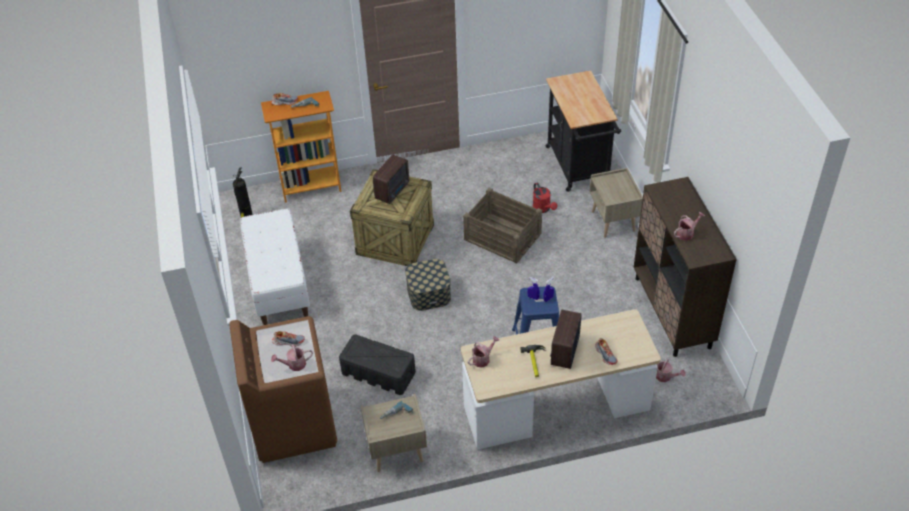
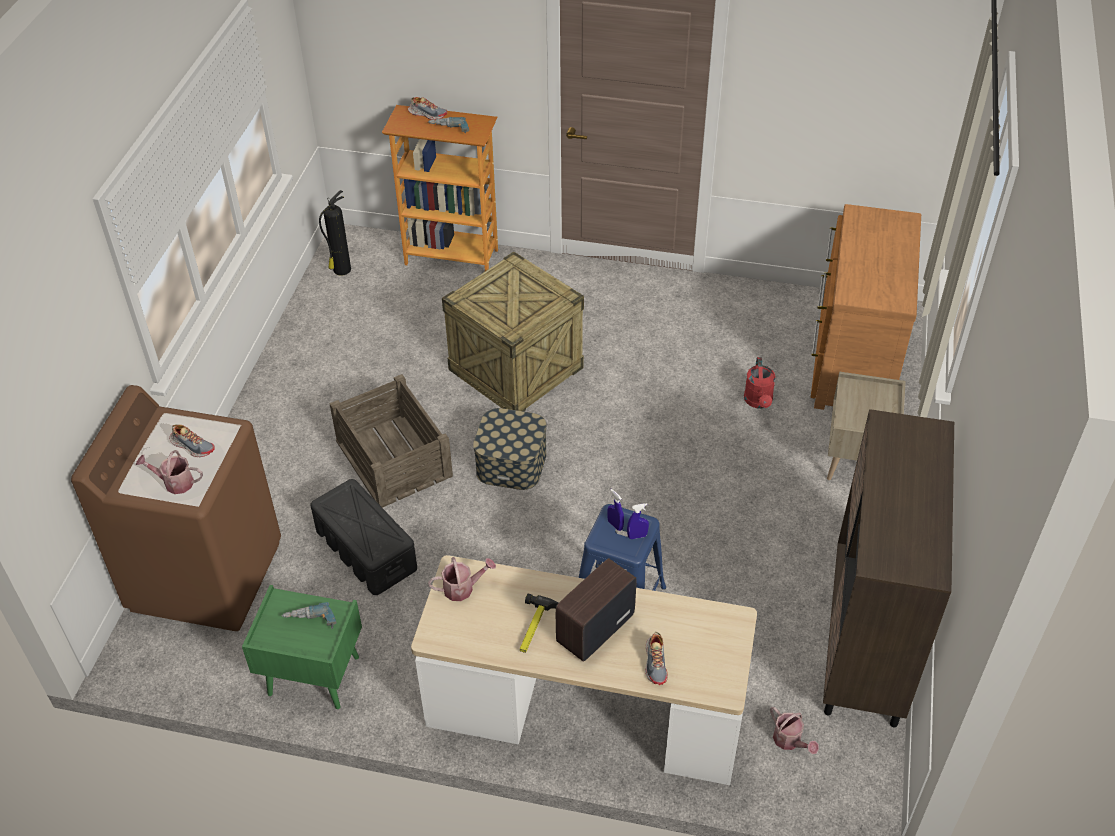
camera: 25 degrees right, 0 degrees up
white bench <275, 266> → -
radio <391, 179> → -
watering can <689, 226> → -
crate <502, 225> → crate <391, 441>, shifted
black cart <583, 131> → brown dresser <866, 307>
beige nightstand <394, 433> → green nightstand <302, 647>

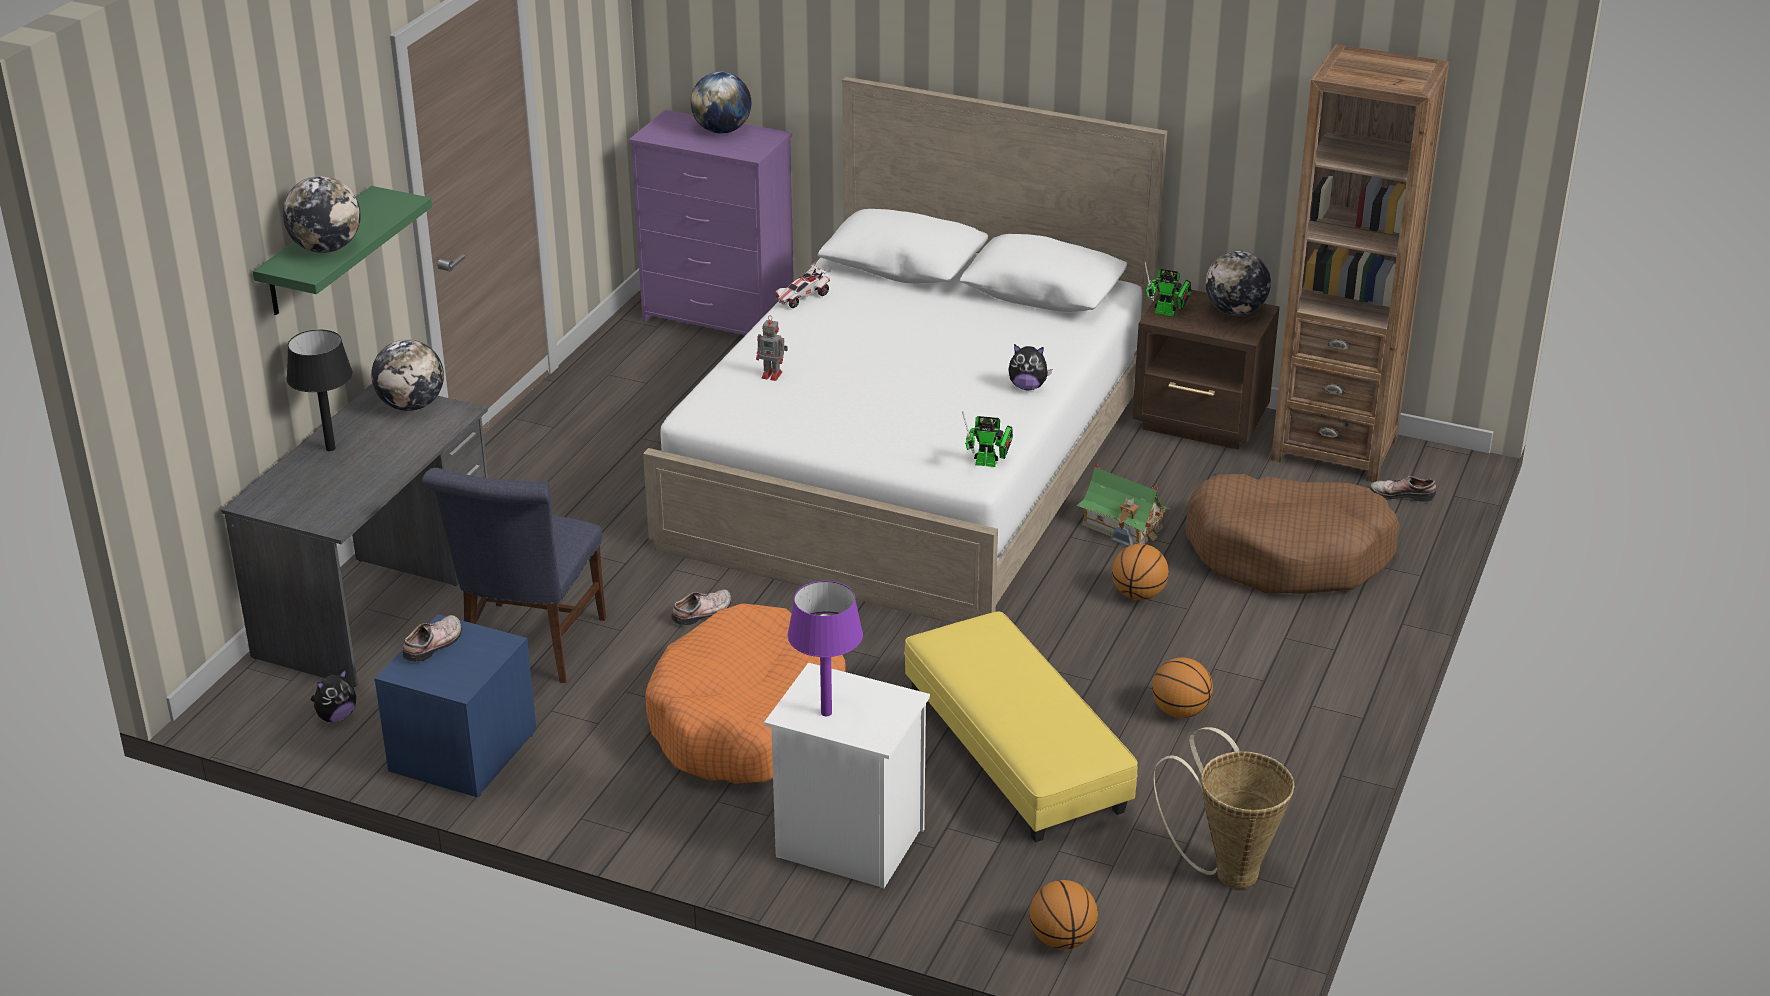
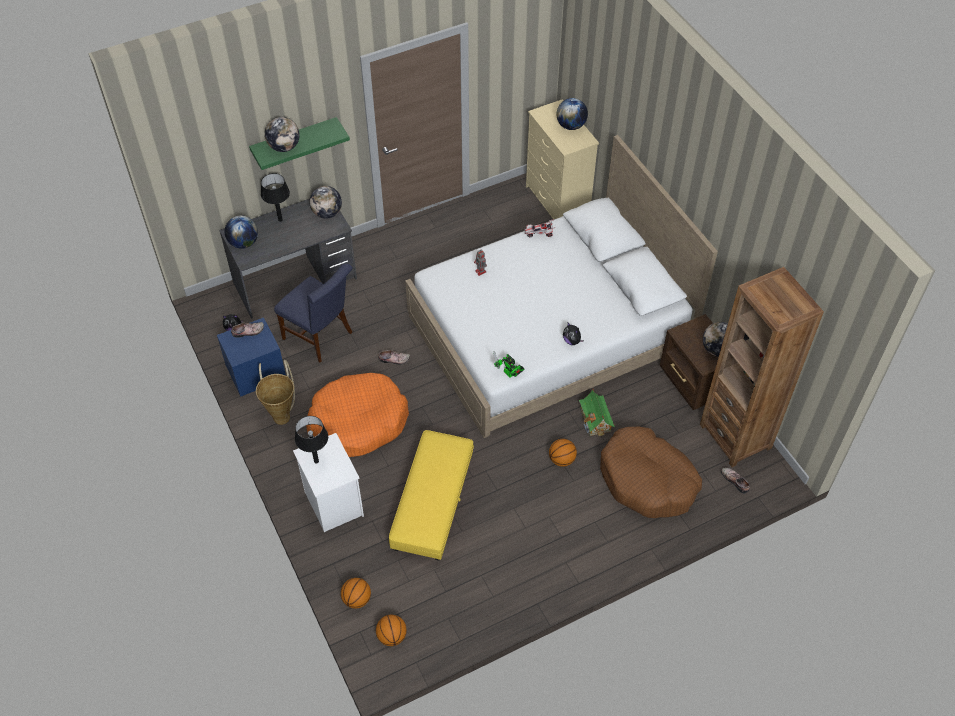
camera: 40 degrees right, 20 degrees up
toy robot <1167, 288> → -
- → globe <241, 232>
basketball <1182, 687> → basketball <391, 630>, shifted
basket <1223, 808> → basket <275, 392>, shifted
purple dresser <711, 222> → beige dresser <562, 159>
purple table lamp <825, 648> → black table lamp <311, 440>
blue chair <514, 575> → blue chair <313, 313>, 105 degrees counterclockwise

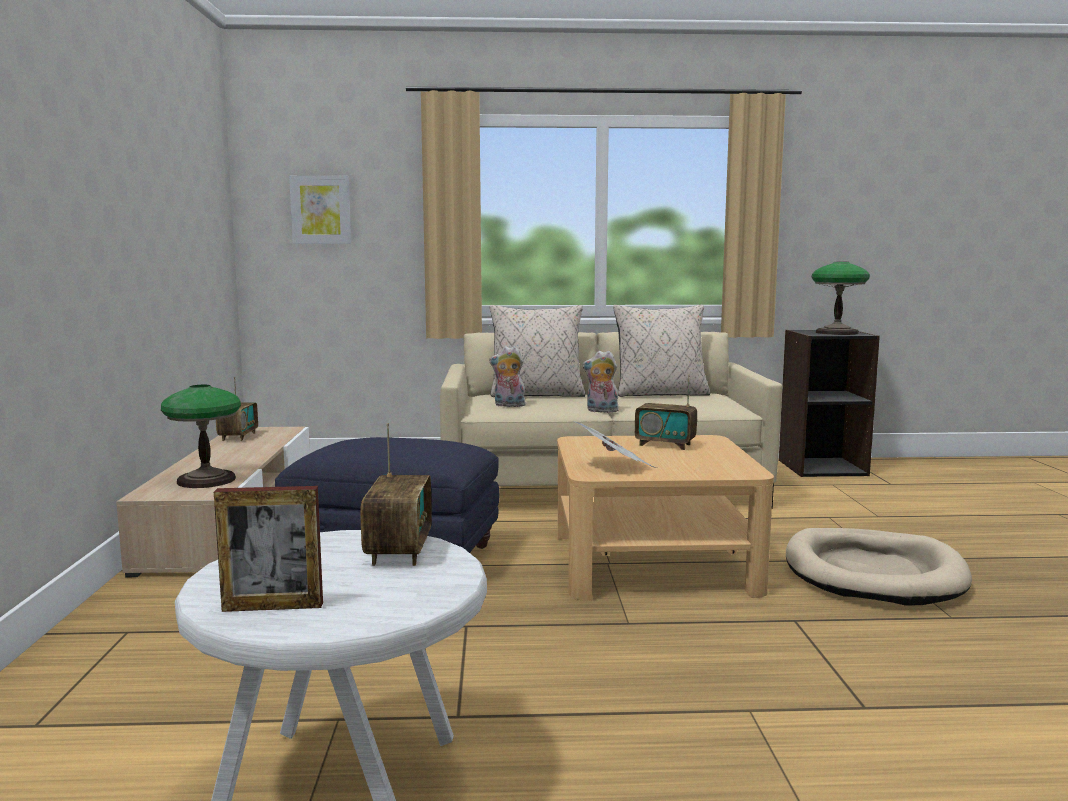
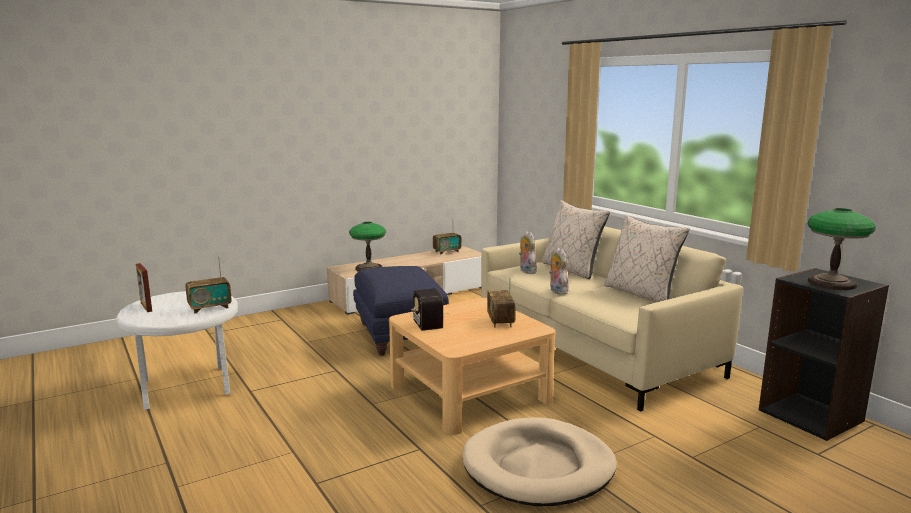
camera: 60 degrees right, 5 degrees up
picture <320, 210> → -
newspaper <615, 444> → radio <426, 309>

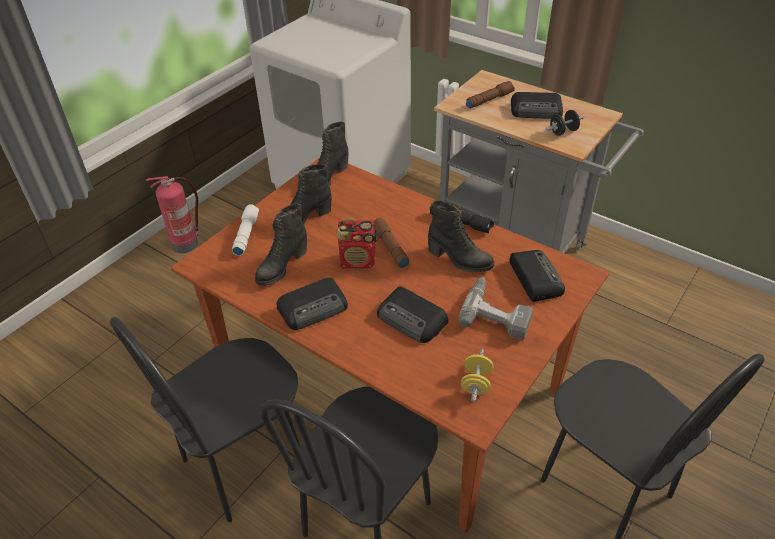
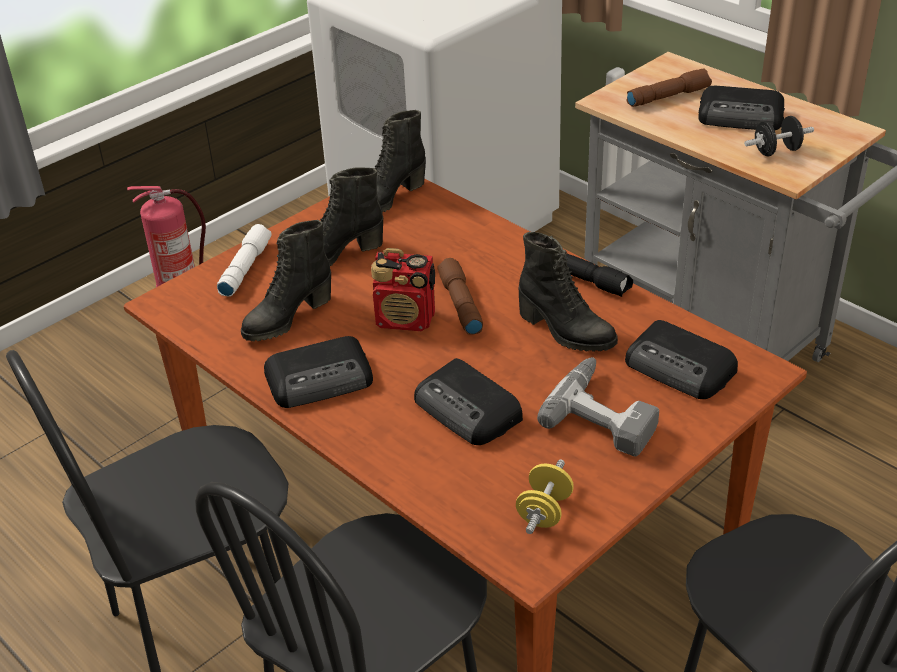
camera: 10 degrees right, 5 degrees down
radio <537, 276> → radio <681, 359>, 135 degrees clockwise

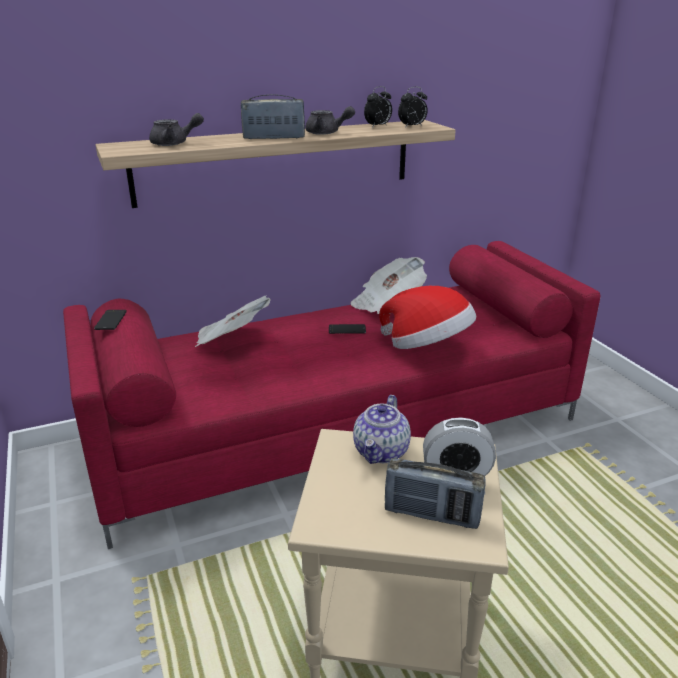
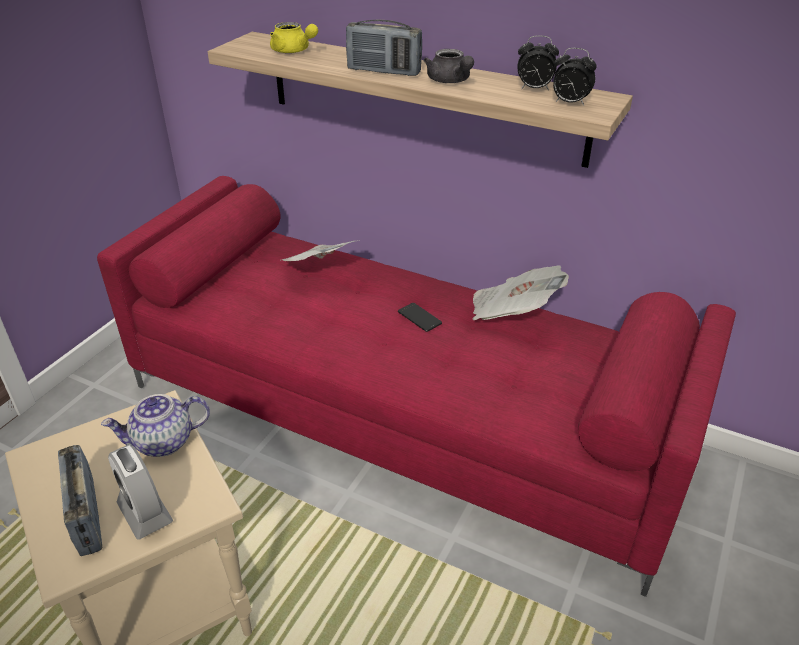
camera: 50 degrees right, 10 degrees up
phone <110, 320> → -
hat <427, 317> → -
grey teapot <176, 129> → yellow teapot <294, 37>
radio <273, 116> → radio <384, 47>, 150 degrees clockwise

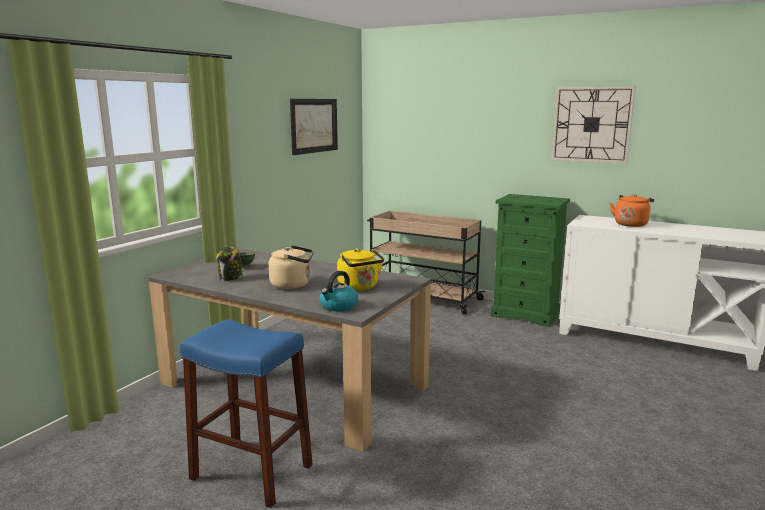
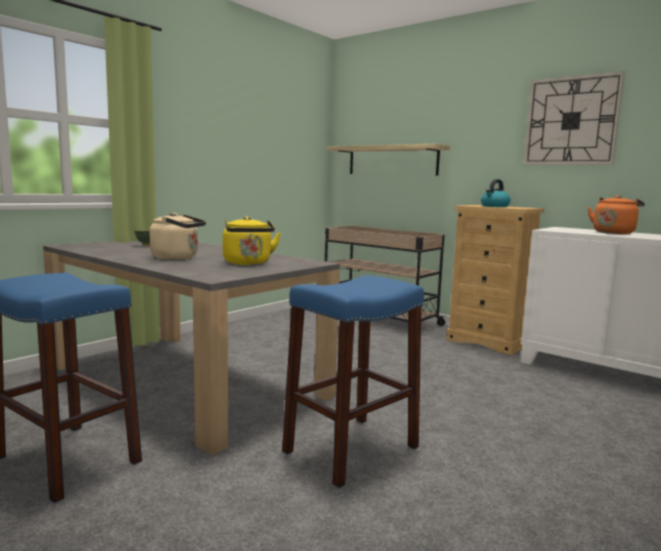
camera: 10 degrees right, 5 degrees down
jar <229, 264> → -
picture <314, 127> → -
- → blue stool <353, 381>
- → shelf <388, 159>
kettle <339, 291> → kettle <496, 193>, shifted
green dresser <530, 260> → beige dresser <495, 280>

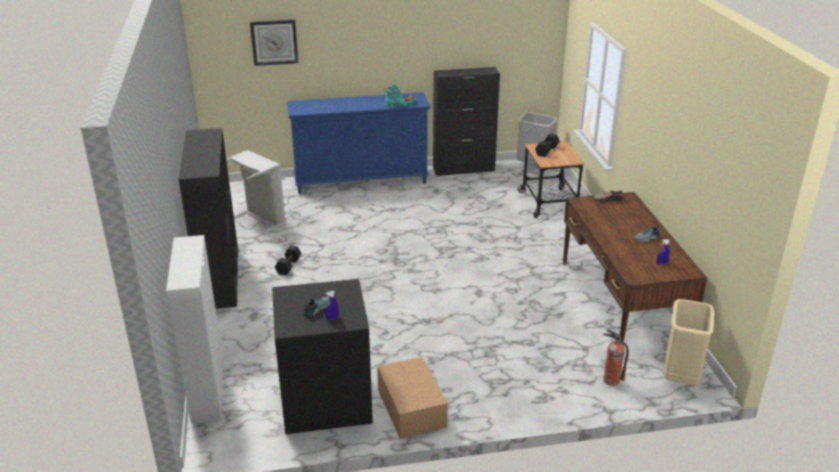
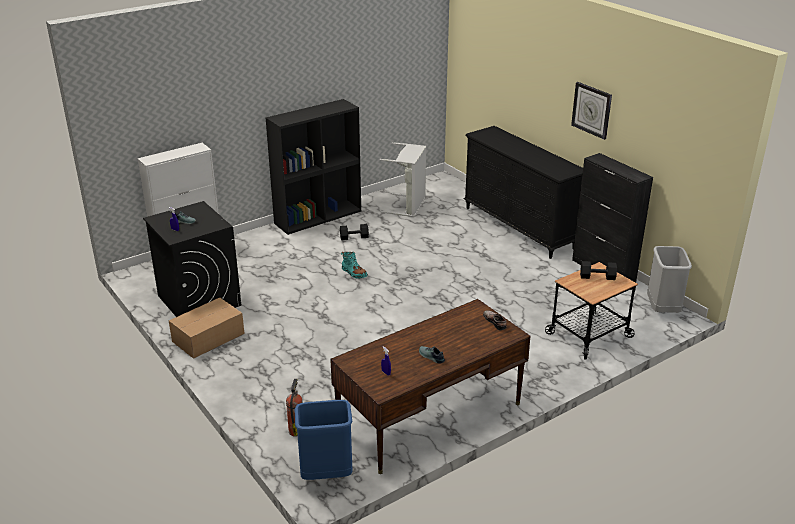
camera: 65 degrees right, 0 degrees up
wall clock <274, 42> → wall clock <591, 111>, shifted
turquoise boot <400, 96> → turquoise boot <354, 265>, shifted
blue dresser <358, 143> → black dresser <523, 192>
beige trash can <688, 342> → blue trash can <324, 440>

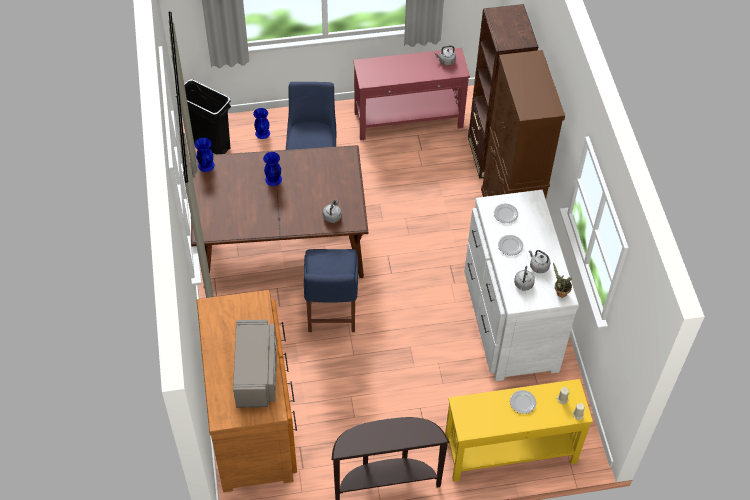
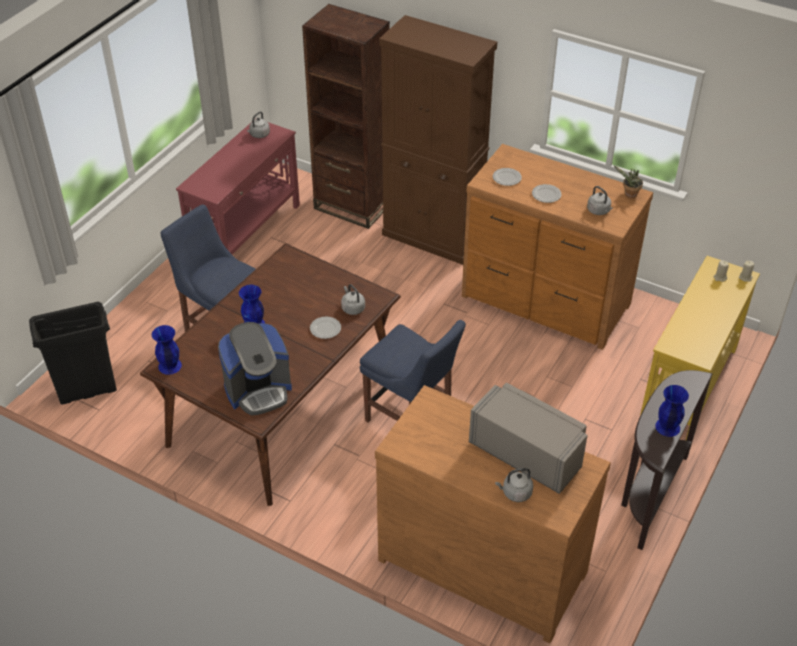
camera: 50 degrees left, 10 degrees down
- → coffee machine <255, 369>
blue vase <261, 123> → blue vase <672, 411>, shifted
plate <523, 402> → plate <325, 328>, shifted
grey kettle <540, 261> → grey kettle <514, 485>, shifted
white dresser <521, 285> → brown dresser <557, 247>

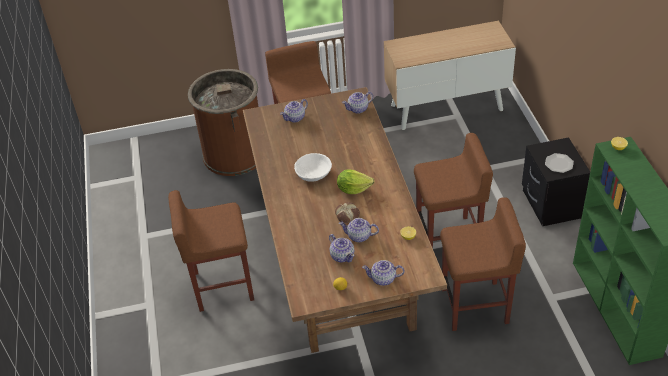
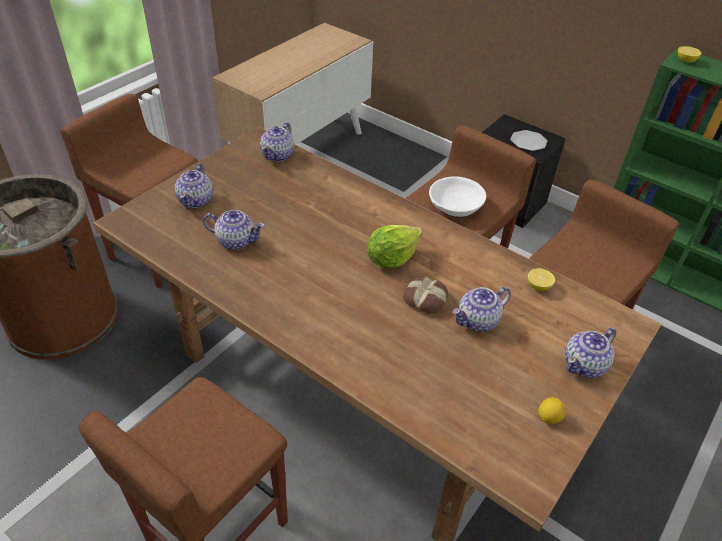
camera: 45 degrees left, 0 degrees up
white bowl <313, 167> → white bowl <457, 196>, shifted
teapot <342, 248> → teapot <234, 230>, shifted

